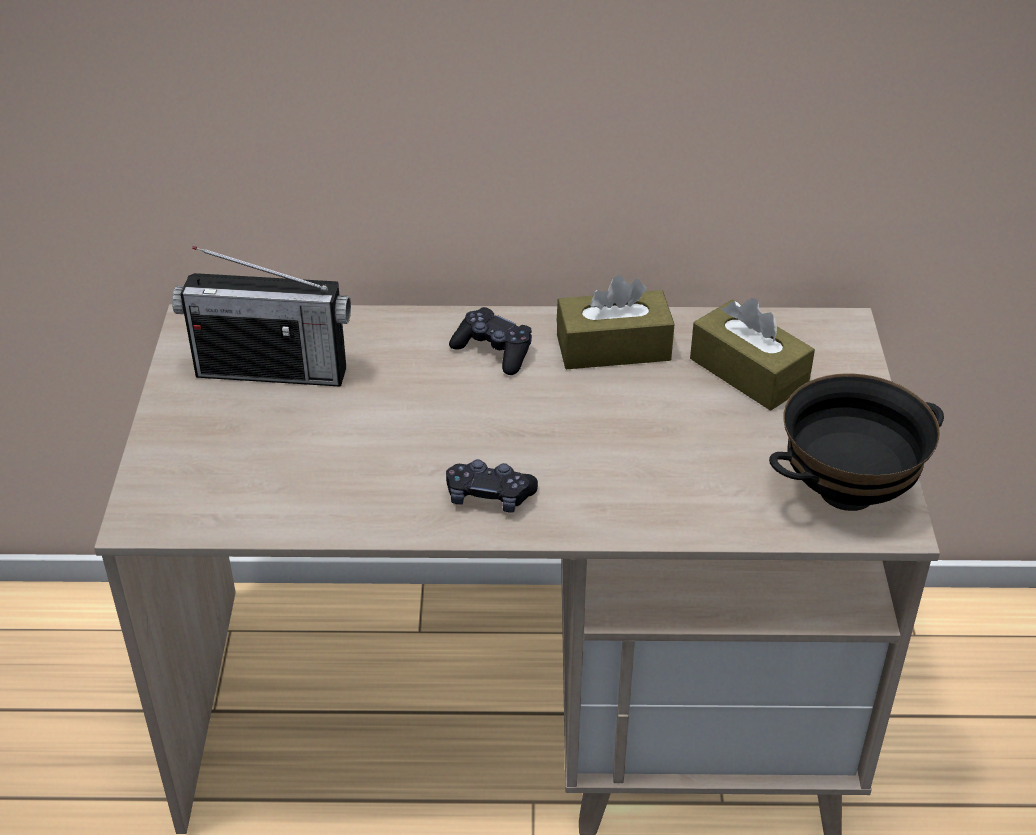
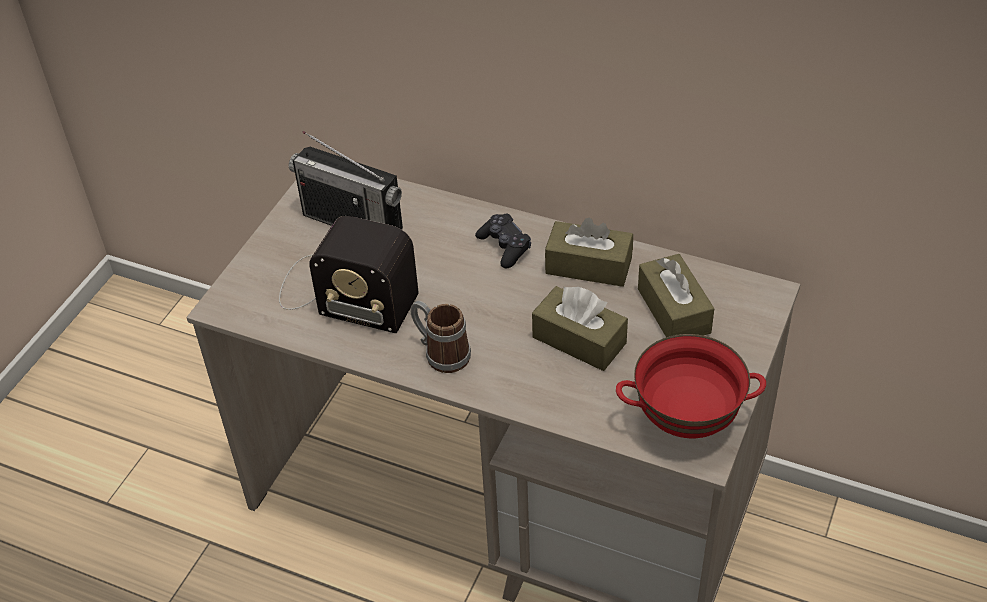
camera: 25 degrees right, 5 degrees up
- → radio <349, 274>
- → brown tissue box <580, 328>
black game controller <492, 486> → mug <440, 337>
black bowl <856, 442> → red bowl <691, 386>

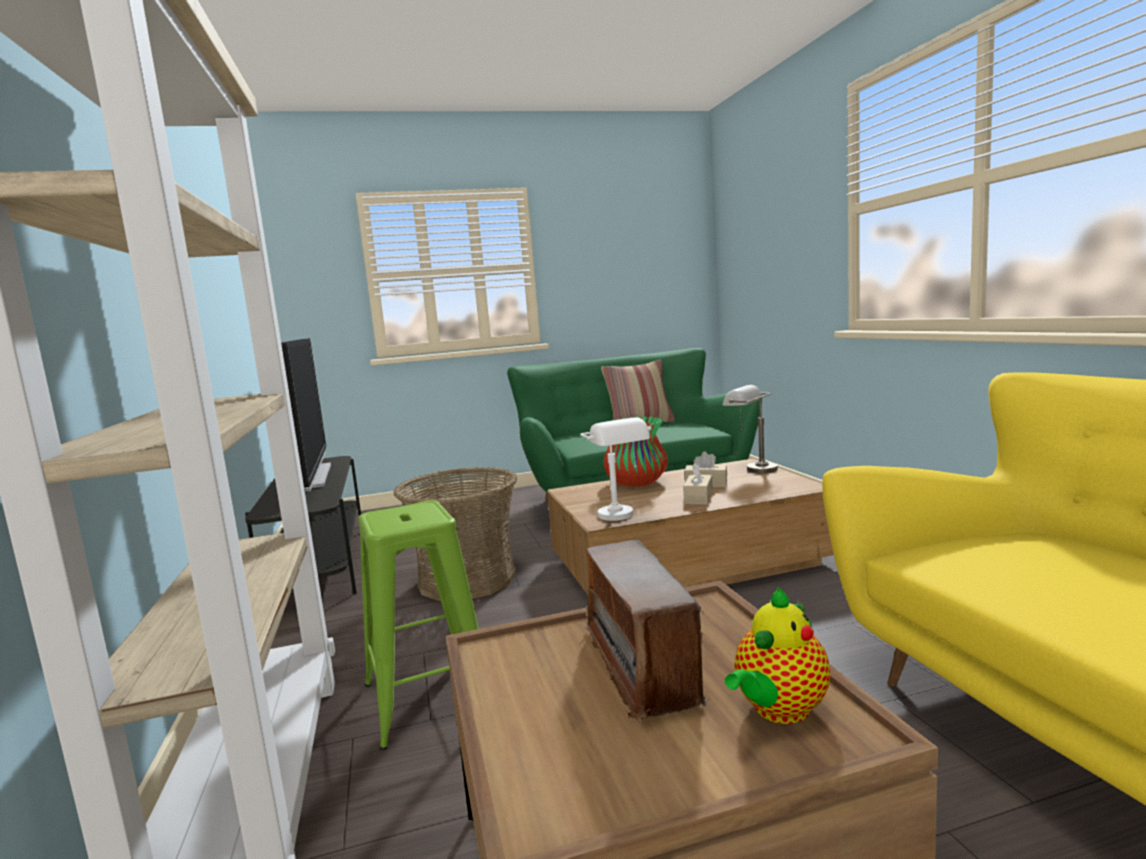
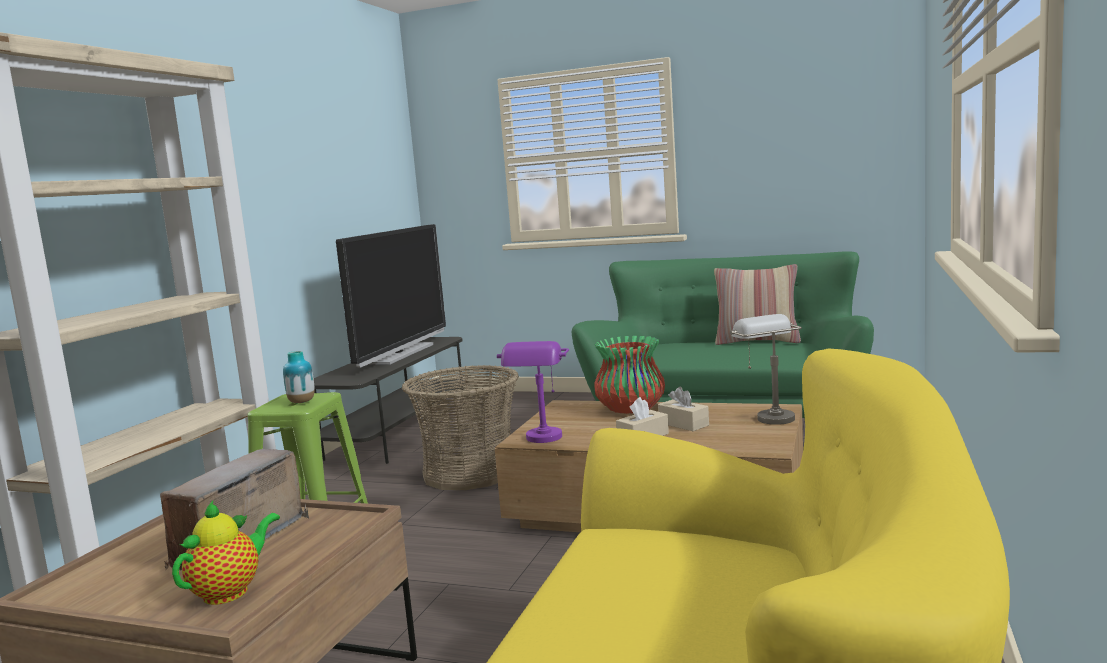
camera: 35 degrees right, 0 degrees up
- → vase <299, 377>
white table lamp <615, 469> → purple table lamp <533, 392>
teapot <777, 655> → teapot <226, 553>, 135 degrees clockwise

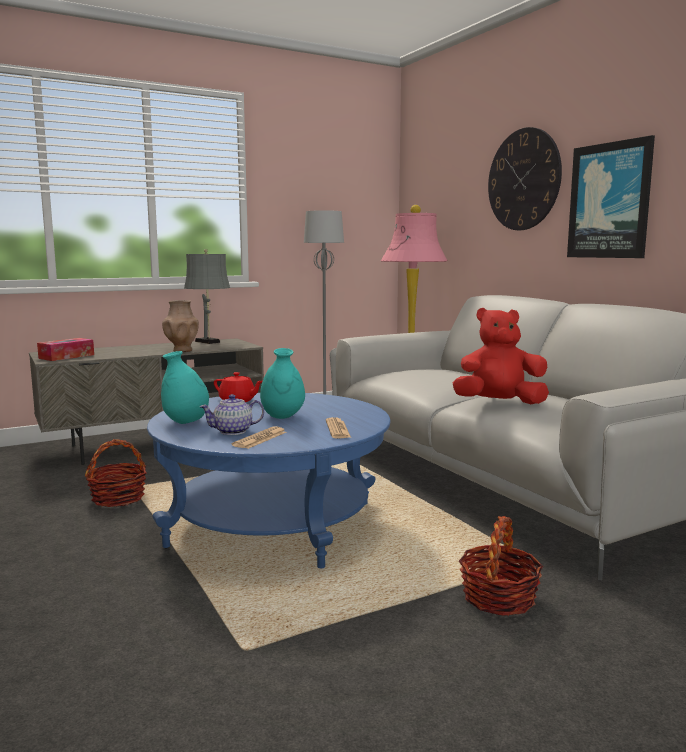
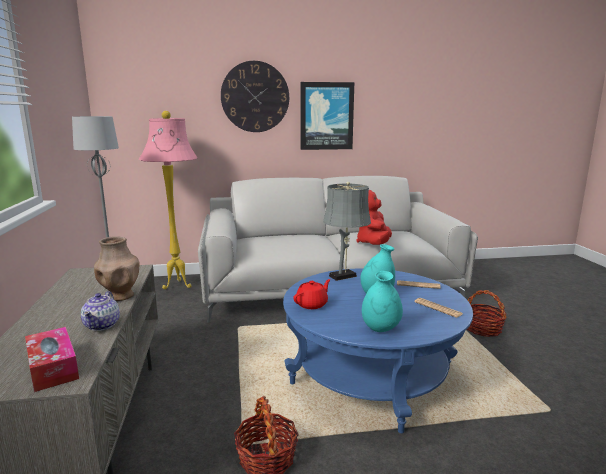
camera: 70 degrees left, 5 degrees up
grey table lamp <207, 296> → grey table lamp <347, 231>, shifted
teapot <231, 414> → teapot <100, 311>, shifted

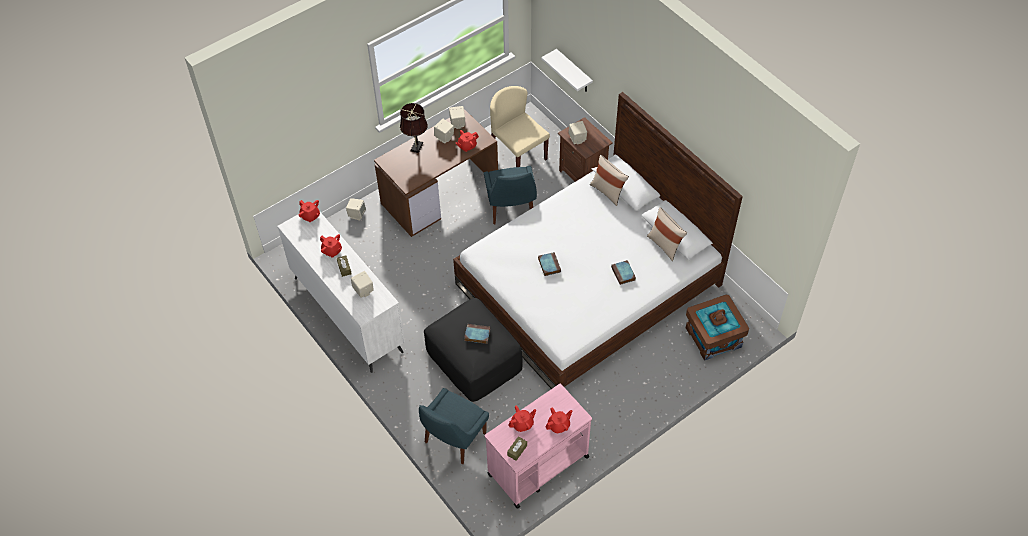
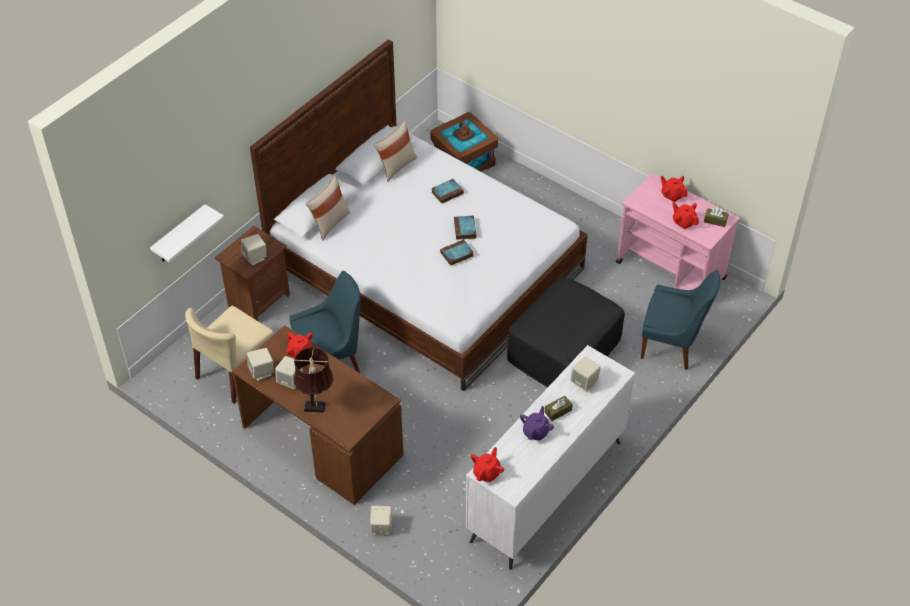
camera: 105 degrees left, 5 degrees down
book <477, 334> → book <465, 227>, shifted
red teapot <331, 245> → purple teapot <537, 423>

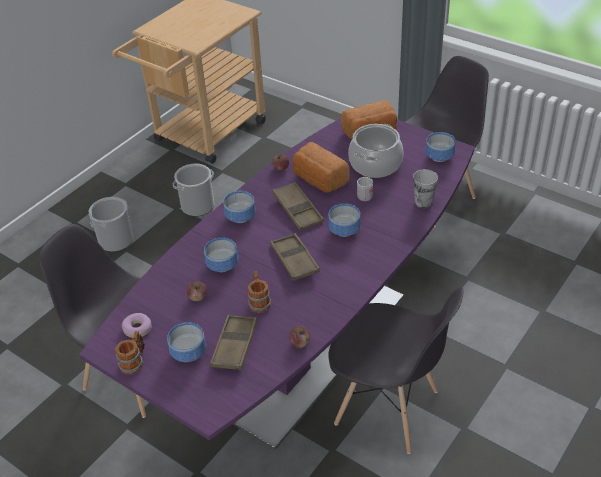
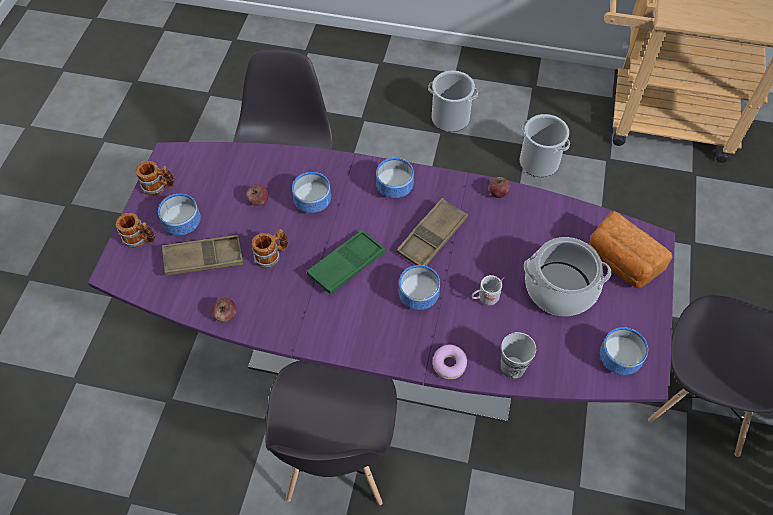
camera: 65 degrees right, 15 degrees up
bread <320, 167> → -
- → mug <135, 230>
donut <137, 325> → donut <450, 361>, shifted
brown tray <295, 257> → green tray <346, 262>

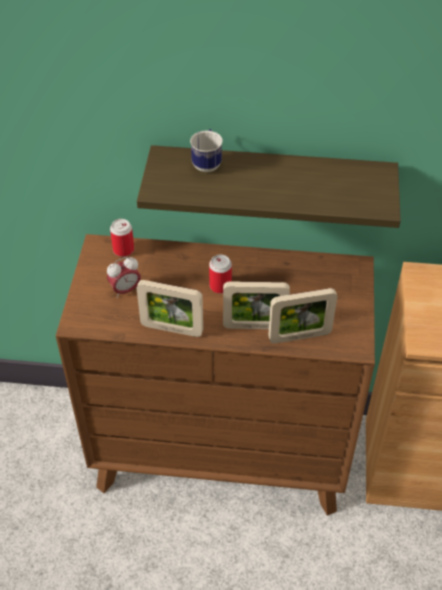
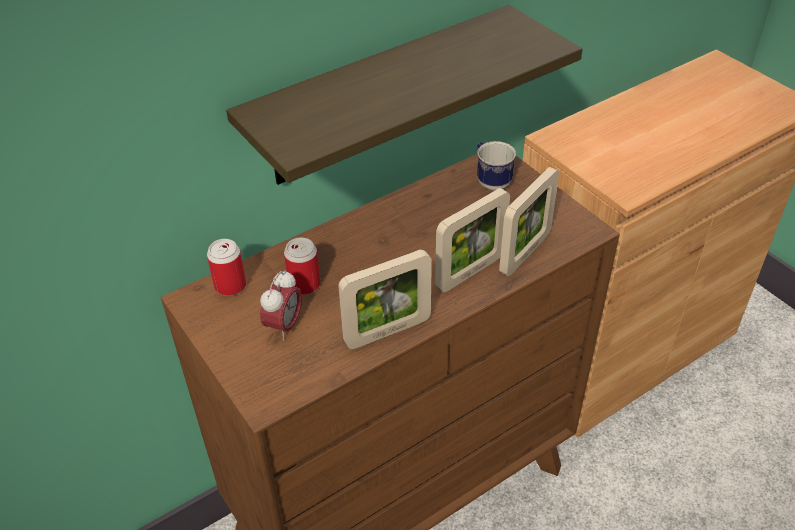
camera: 40 degrees left, 5 degrees down
mug <206, 150> → mug <496, 165>, shifted
can <220, 274> → can <302, 266>, shifted

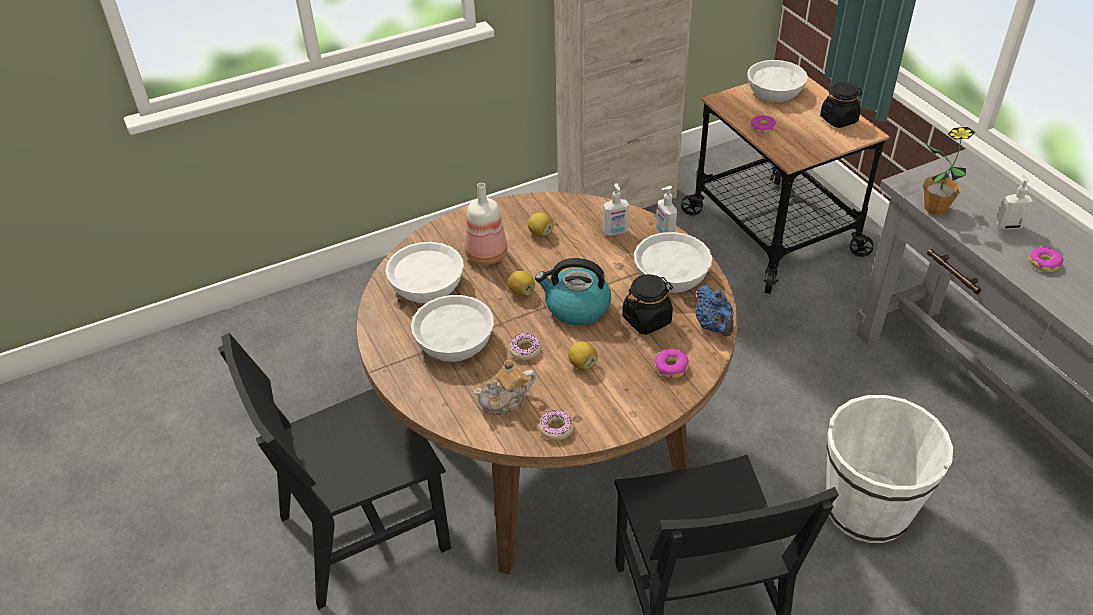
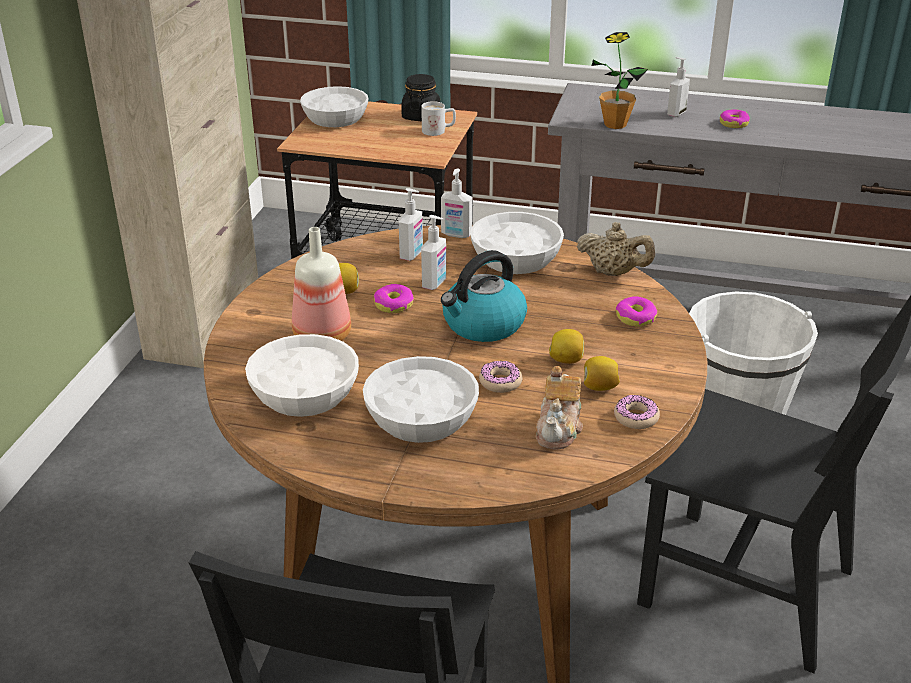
camera: 50 degrees left, 10 degrees down
black jar <647, 304> → -
- → white mug <438, 118>
- → soap dispenser <433, 252>
lemon <521, 284> → lemon <602, 373>, shifted
donut <763, 124> → donut <394, 298>, shifted
blue teapot <715, 310> → beige teapot <616, 249>

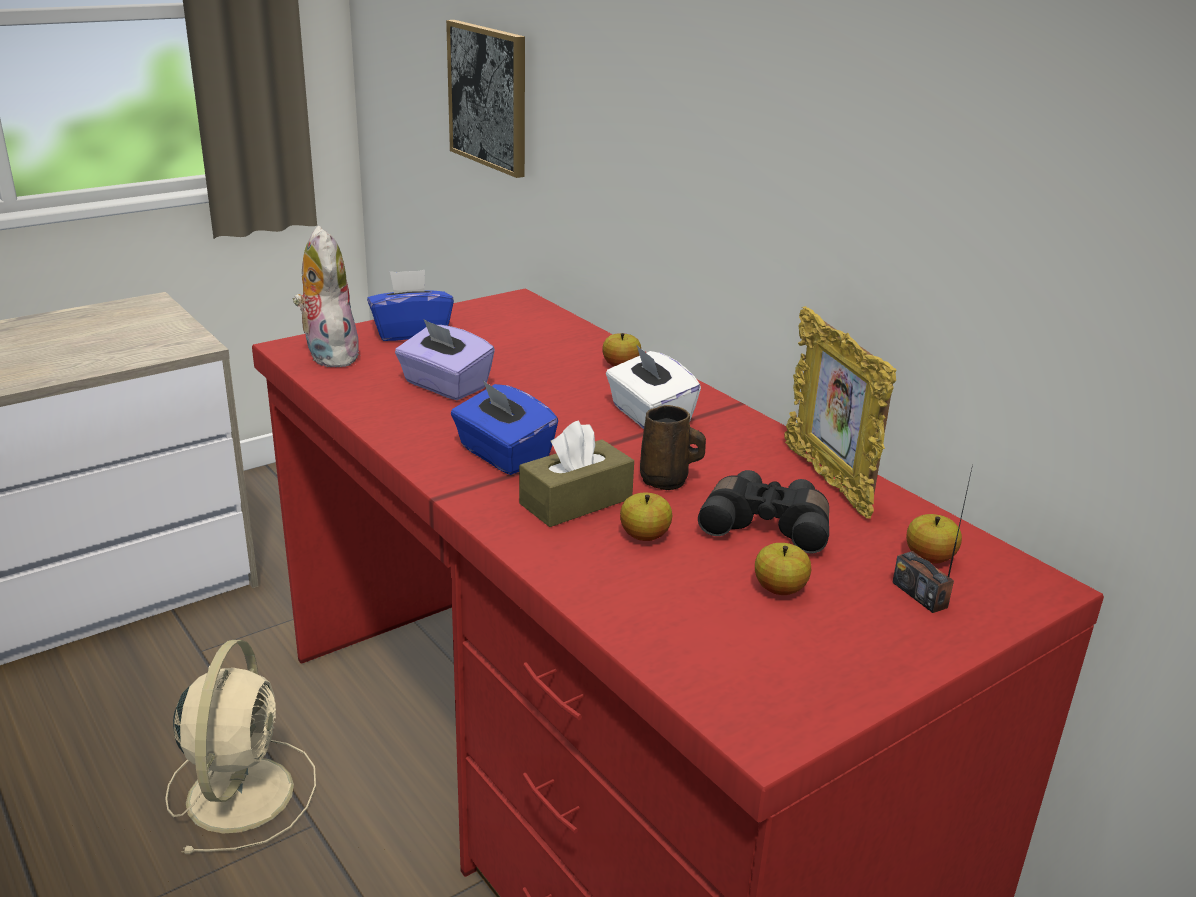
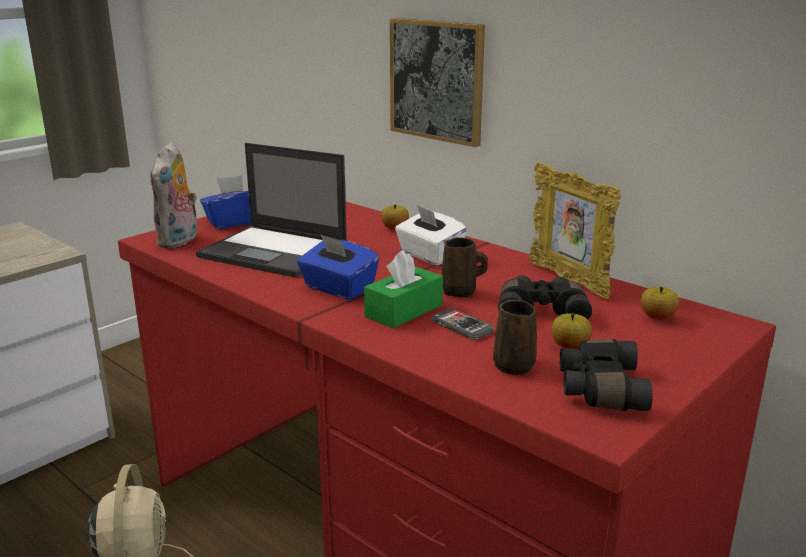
camera: 10 degrees left, 5 degrees down
radio <932, 539> → -
- → brown mug <515, 337>
- → black binoculars <606, 375>
picture <485, 99> → picture <437, 82>, shifted
purple tissue box <445, 359> → laptop <271, 210>
apple <646, 517> → phone <463, 324>
brown tissue box <576, 473> → green tissue box <403, 289>
plush toy <326, 297> → plush toy <173, 195>, 135 degrees counterclockwise

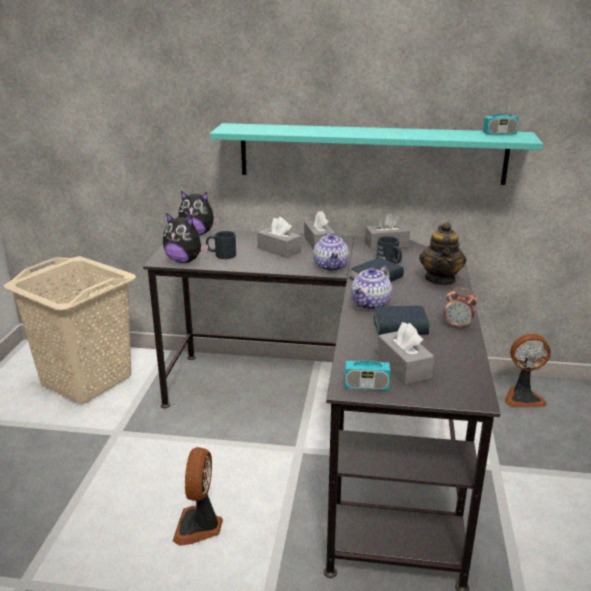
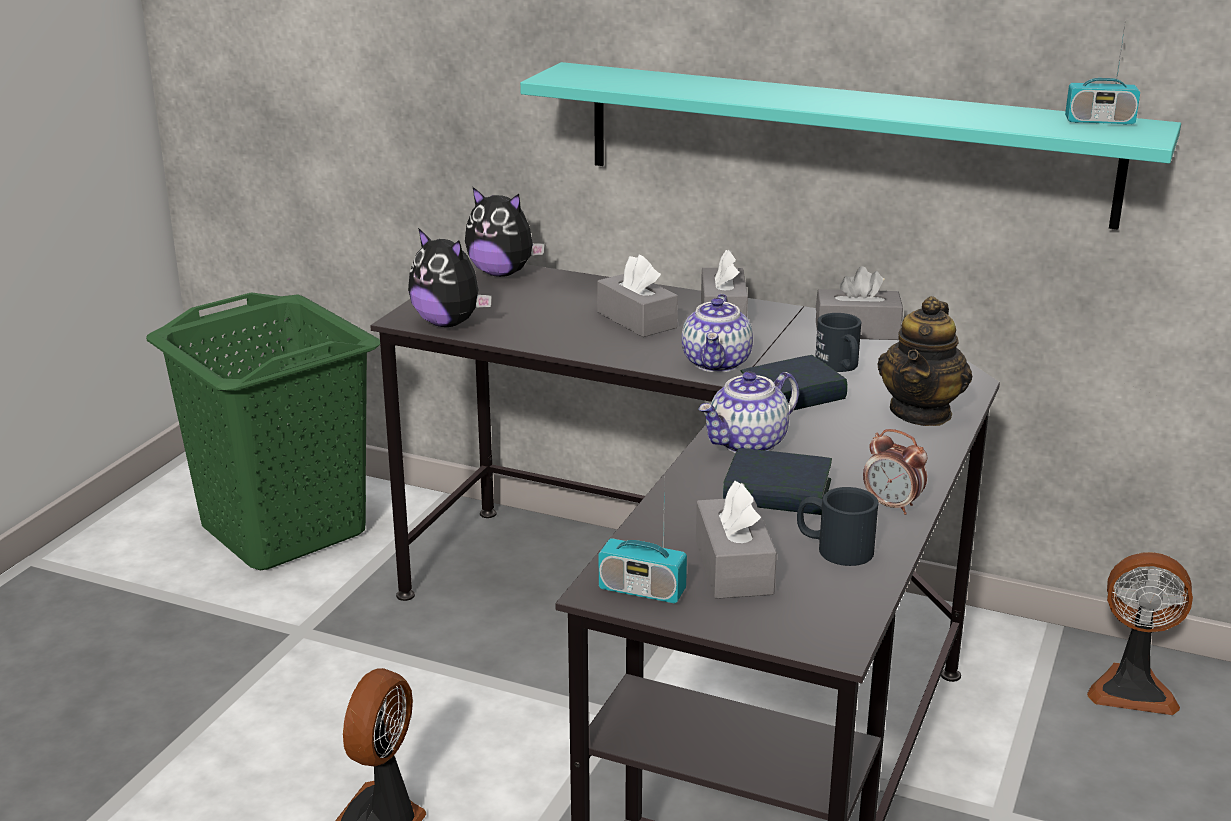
camera: 15 degrees right, 0 degrees up
black mug <221, 245> → black mug <838, 526>, shifted
beige laundry basket <70, 330> → green laundry basket <263, 431>

